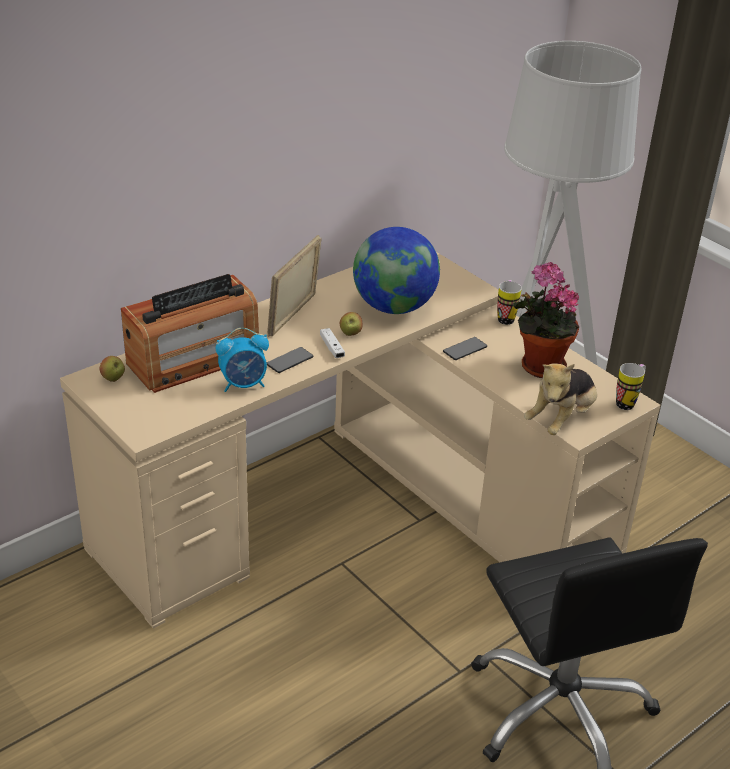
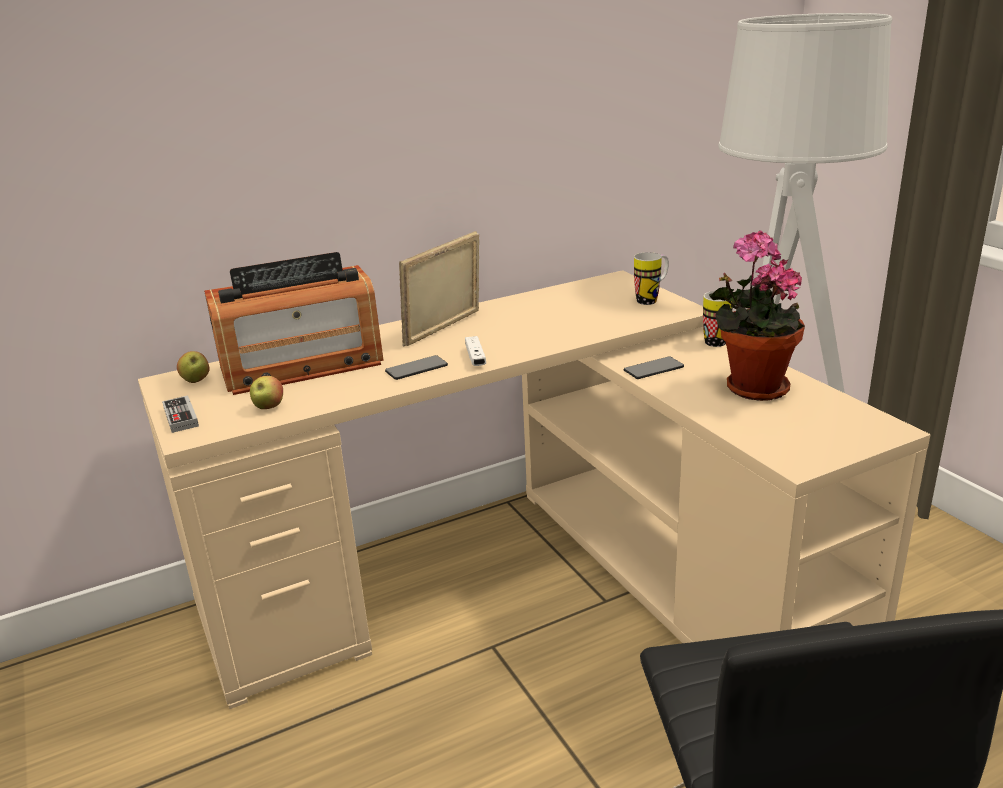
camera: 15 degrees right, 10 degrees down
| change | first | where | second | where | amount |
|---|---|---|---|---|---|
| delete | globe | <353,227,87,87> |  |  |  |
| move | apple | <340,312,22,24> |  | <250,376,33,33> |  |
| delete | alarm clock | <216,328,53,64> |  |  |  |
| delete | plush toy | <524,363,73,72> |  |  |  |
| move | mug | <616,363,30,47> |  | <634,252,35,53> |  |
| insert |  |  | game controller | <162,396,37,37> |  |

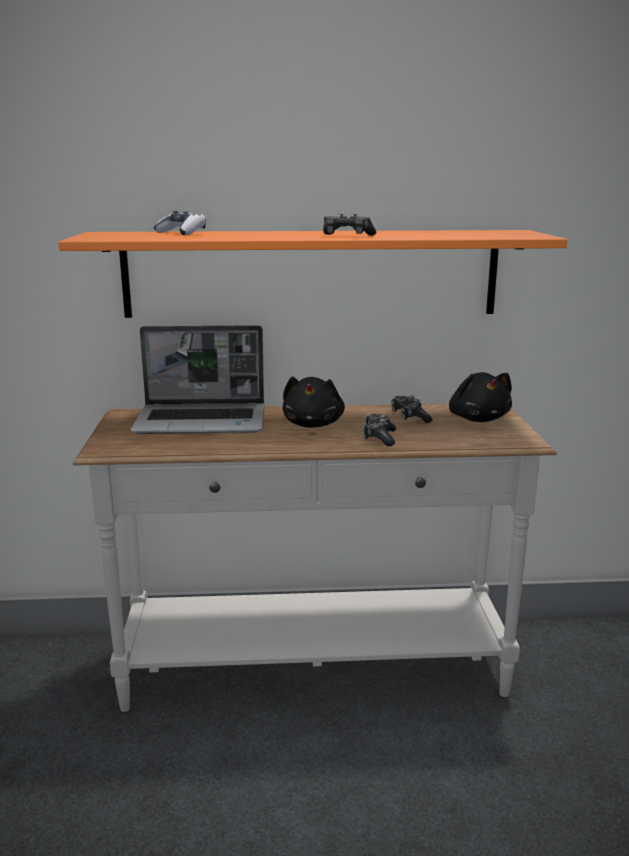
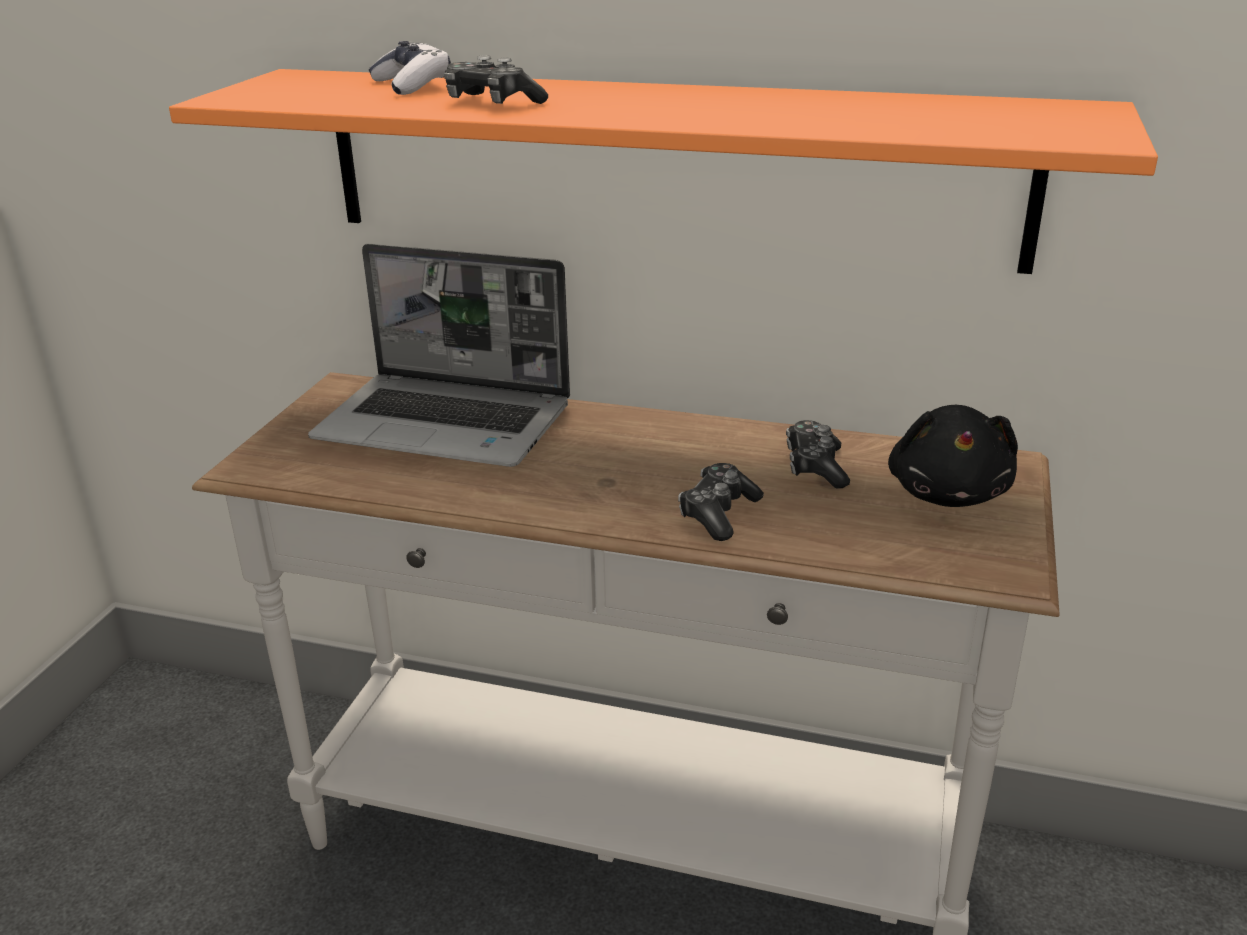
camera: 20 degrees right, 10 degrees up
| change | first | where | second | where | amount |
|---|---|---|---|---|---|
| move | game controller | <323,212,53,24> |  | <444,55,104,49> |  |
| delete | plush toy (black) | <283,376,62,52> |  |  |  |

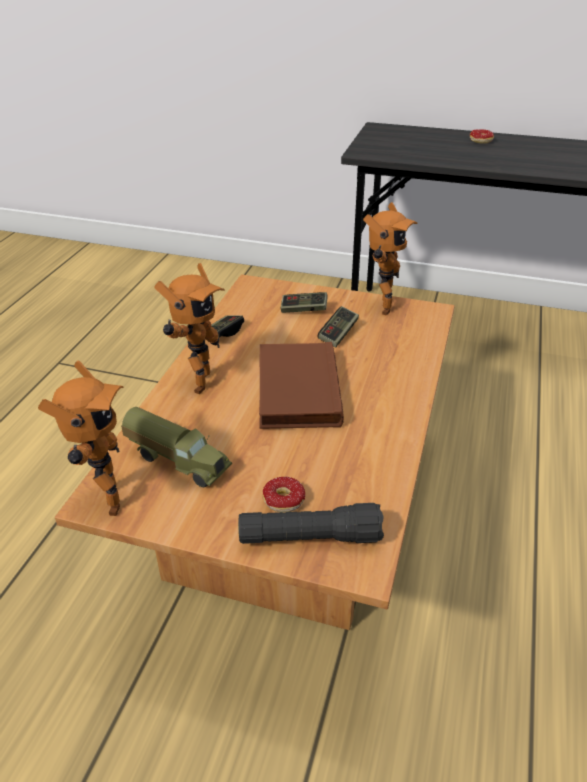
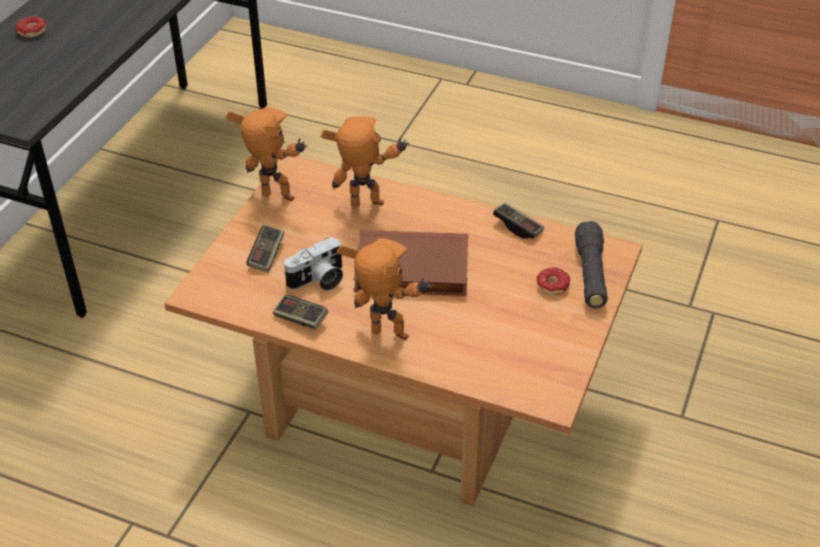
camera: 85 degrees left, 5 degrees up
| change | first | where | second | where | amount |
|---|---|---|---|---|---|
| move | game controller | <317,306,42,41> |  | <493,202,51,37> |  |
| move | toy robot | <38,361,86,155> |  | <320,116,89,92> |  |
| delete | toy truck | <121,407,111,80> |  |  |  |
| insert |  |  | photo camera | <283,237,60,53> |  |

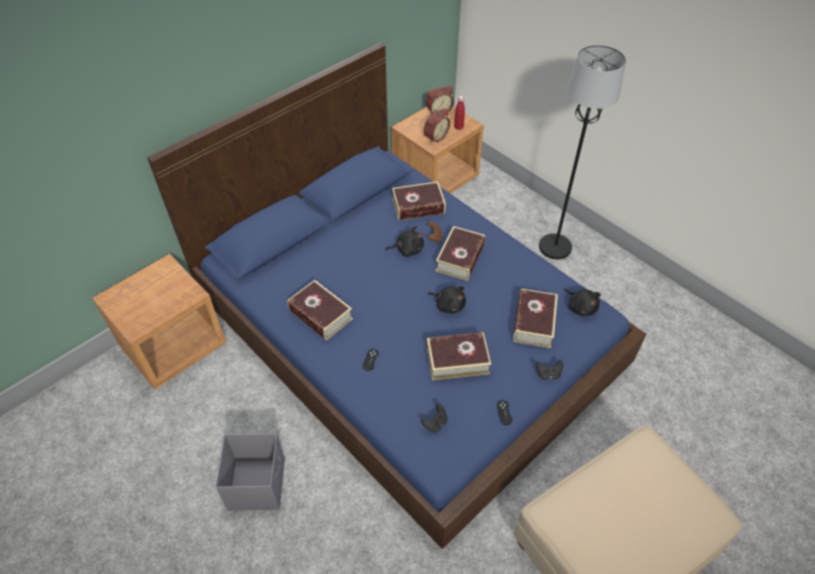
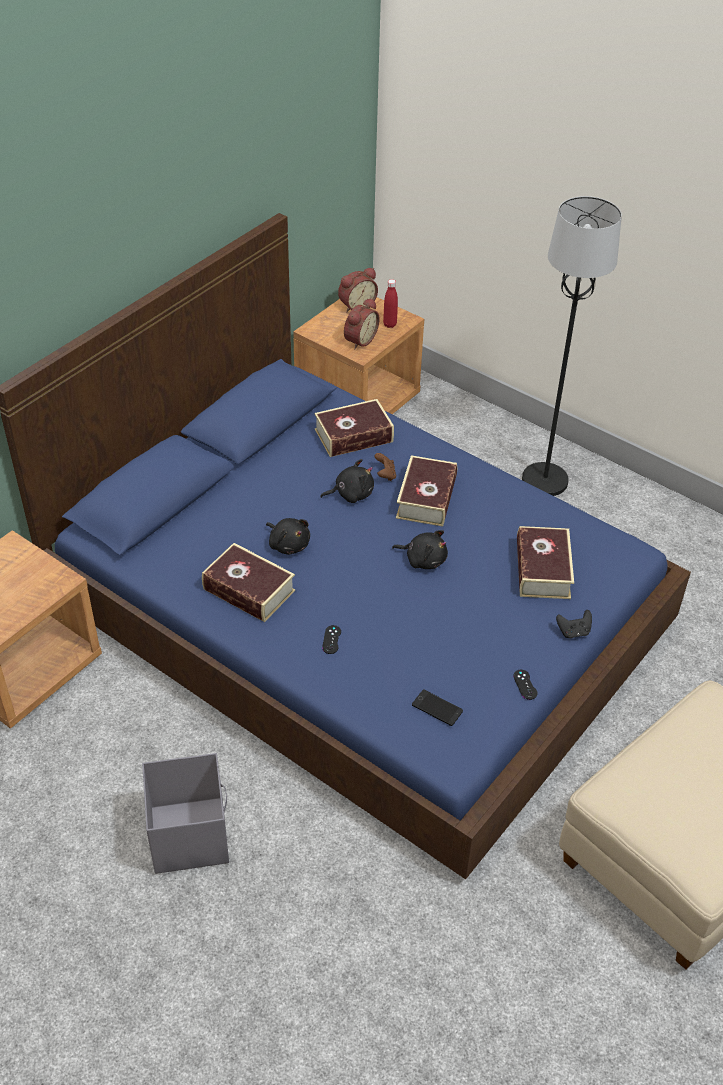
camera: 10 degrees left, 5 degrees down
| change | first | where | second | where | amount |
|---|---|---|---|---|---|
| move | plush toy (black) | <565,289,36,27> |  | <266,518,44,37> |  |
| delete | book | <427,332,64,48> |  |  |  |
| replace | game controller (black) | <421,404,26,29> | phone | <412,689,51,37> |  |

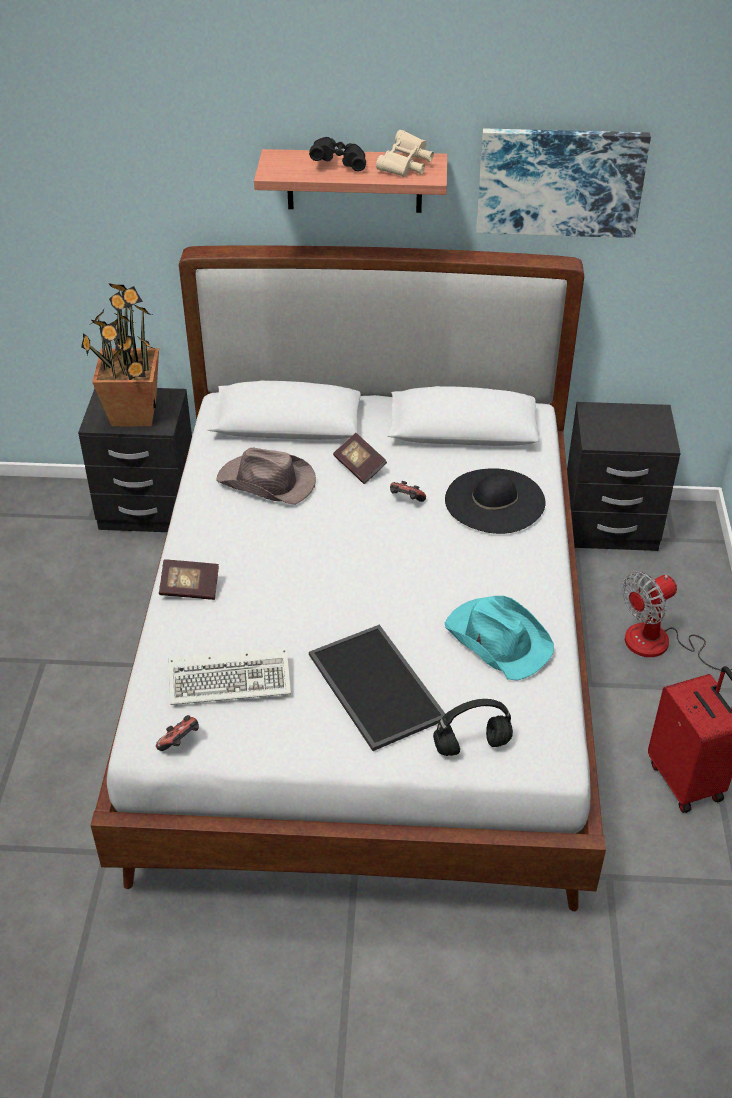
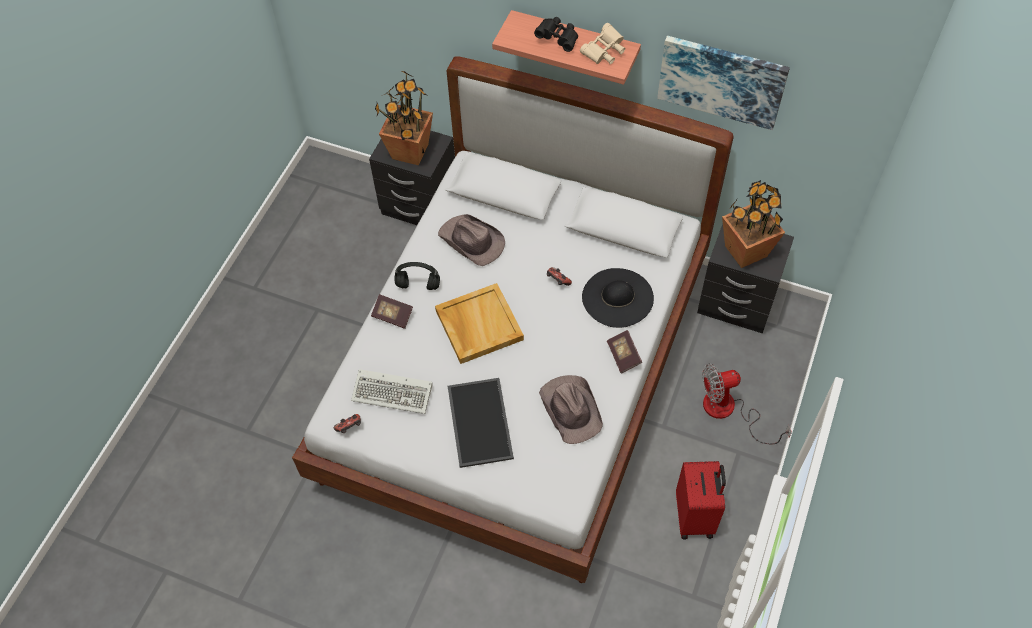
camera: 20 degrees right, 15 degrees up
| change | first | where | second | where | amount |
|---|---|---|---|---|---|
| move | book | <333,433,54,51> |  | <607,330,35,44> |  |
| recolor | hat (turquoise) | <445,596,109,85> | hat (brown) | <539,375,64,69> |  |
| move | headphones (black) | <433,699,80,57> |  | <394,262,46,28> |  |
| insert |  |  | potted plant | <722,180,63,88> |  |
| insert |  |  | tray (beige) | <435,283,89,81> |  |

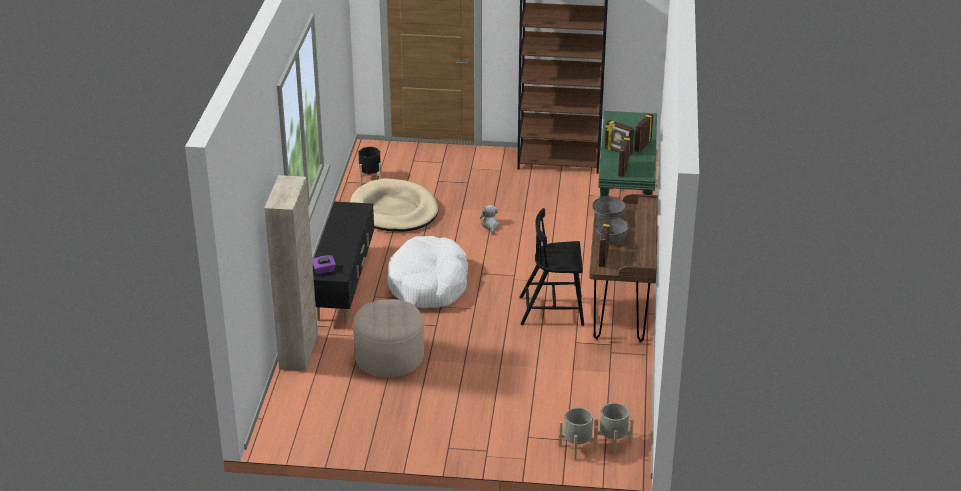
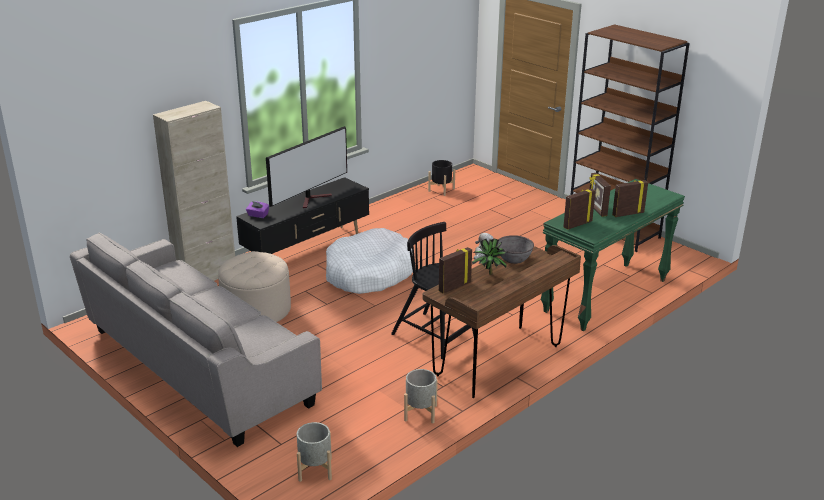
camera: 40 degrees right, 5 degrees down
| change | first | where | second | where | amount |
|---|---|---|---|---|---|
| delete | dog bed (beige) | <350,179,89,53> |  |  |  |
| replace | bowl (grey) | <595,217,35,27> | potted plant | <472,239,35,36> |  |
| move | planter (grey) | <559,408,39,52> |  | <404,369,34,55> |  |
| insert |  |  | television | <266,126,81,82> |  |
| insert |  |  | sofa (grey) | <70,233,252,214> |  |

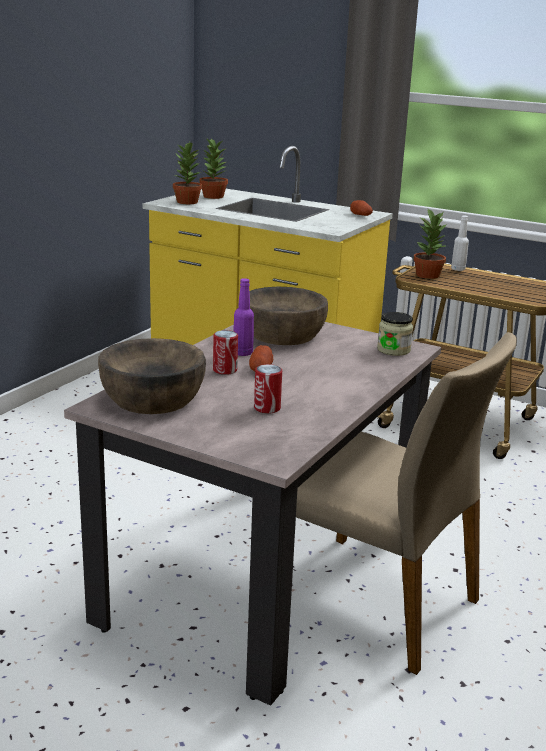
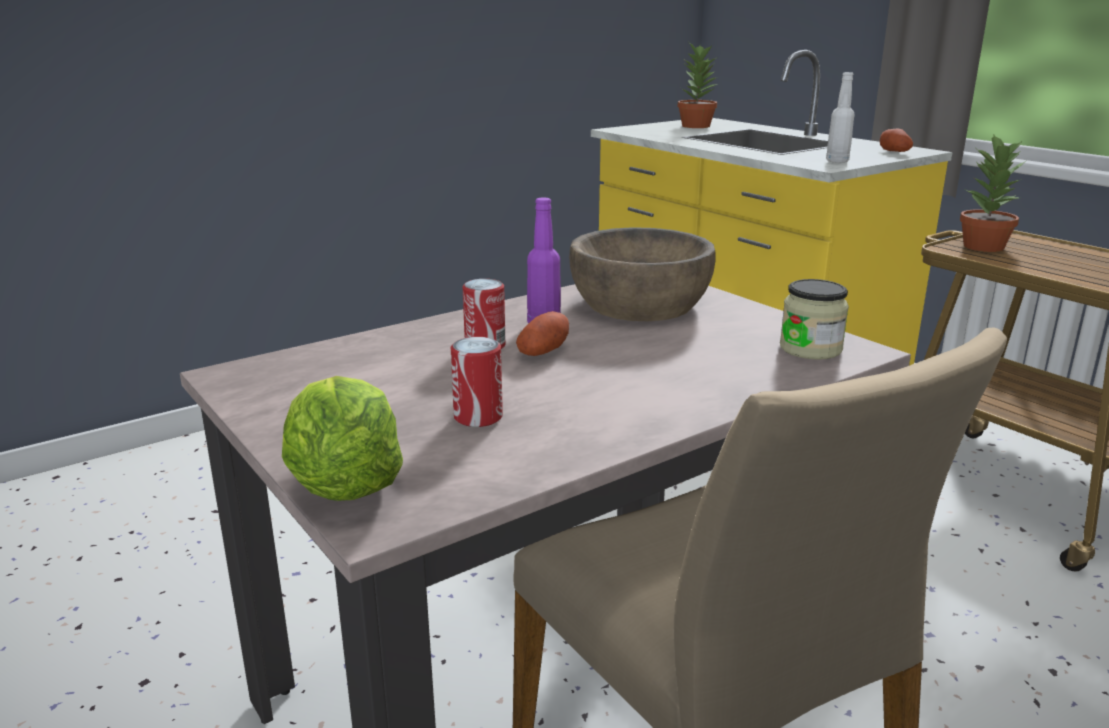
camera: 25 degrees right, 0 degrees up
| change | first | where | second | where | amount |
|---|---|---|---|---|---|
| delete | potted plant | <173,142,29,62> |  |  |  |
| move | bottle (white) | <451,215,18,56> |  | <826,72,28,91> |  |
| delete | bowl (brown) | <98,338,108,76> |  |  |  |
| insert |  |  | lettuce | <282,376,121,125> |  |

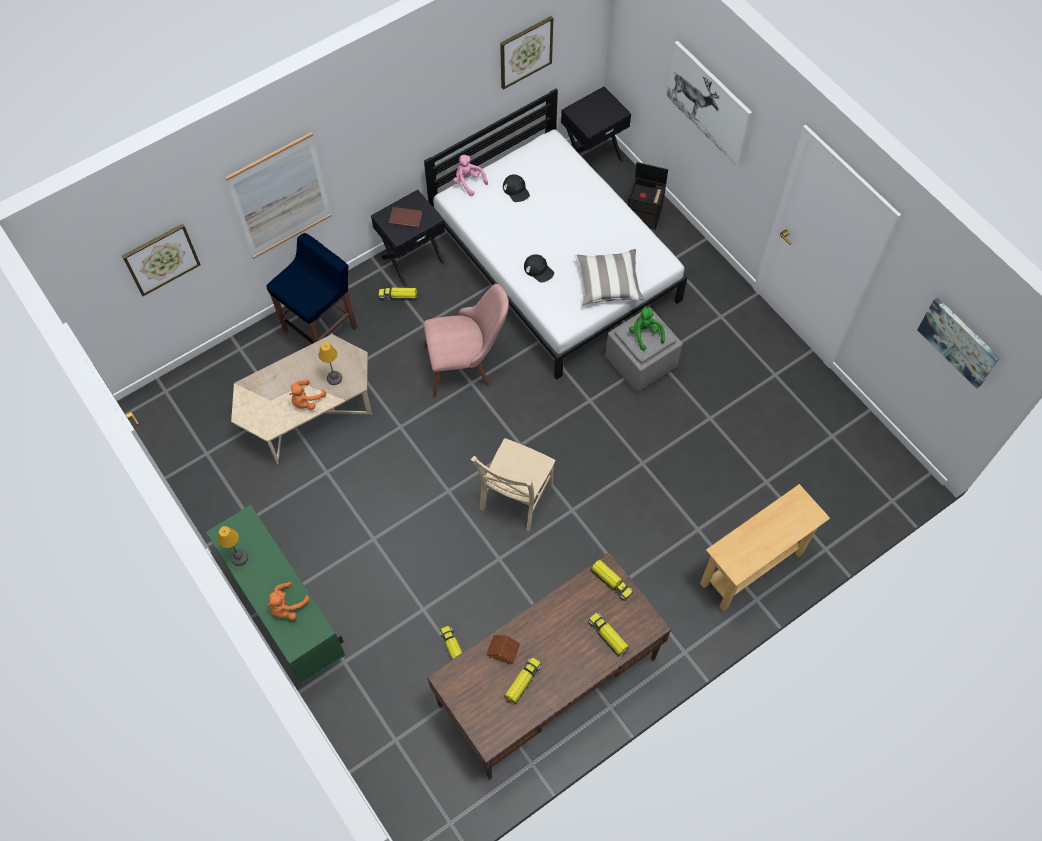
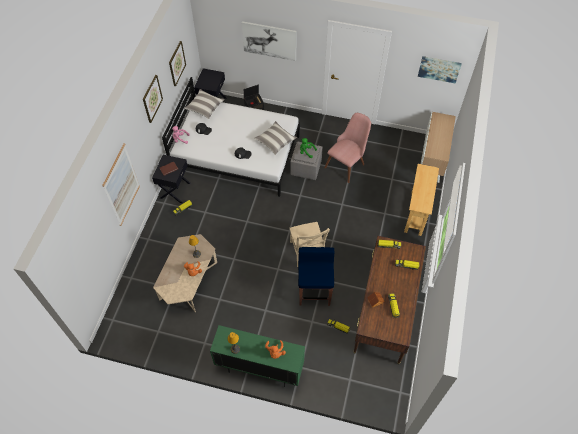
camera: 40 degrees left, 5 degrees down
| change | first | where | second | where | amount |
|---|---|---|---|---|---|
| move | picture | <122,224,78,72> |  | <143,75,20,48> |  |
| move | stool (blue) | <266,233,91,111> |  | <298,247,36,59> |  |
| move | chair (pink) | <423,284,86,114> |  | <324,113,47,70> |  |
| insert |  |  | pillow | <184,89,41,30> |  |
| insert |  |  | cabinet | <421,112,35,71> |  |

